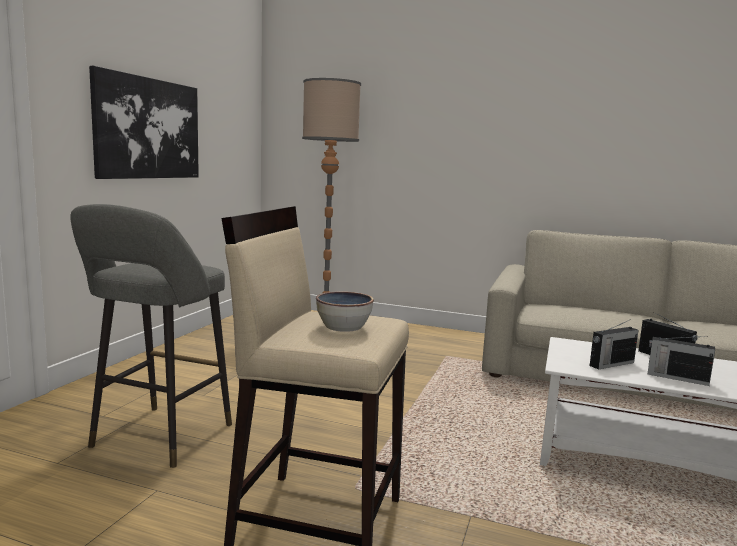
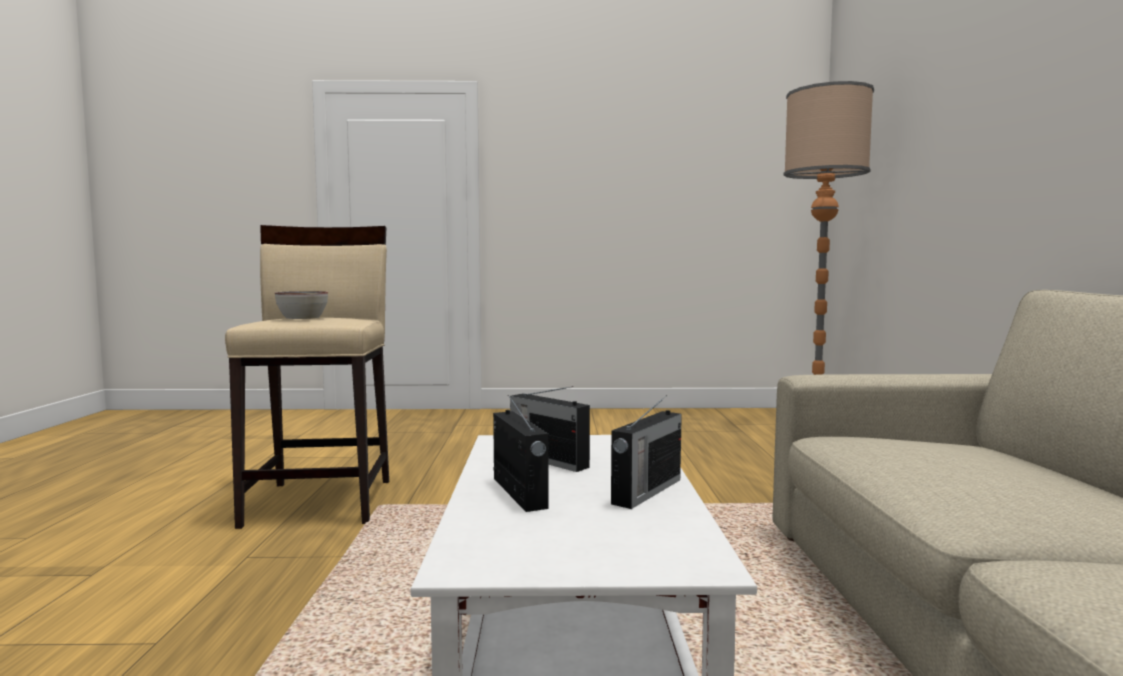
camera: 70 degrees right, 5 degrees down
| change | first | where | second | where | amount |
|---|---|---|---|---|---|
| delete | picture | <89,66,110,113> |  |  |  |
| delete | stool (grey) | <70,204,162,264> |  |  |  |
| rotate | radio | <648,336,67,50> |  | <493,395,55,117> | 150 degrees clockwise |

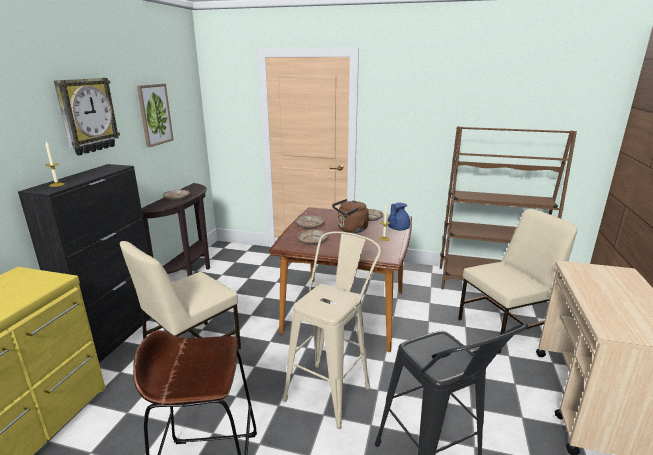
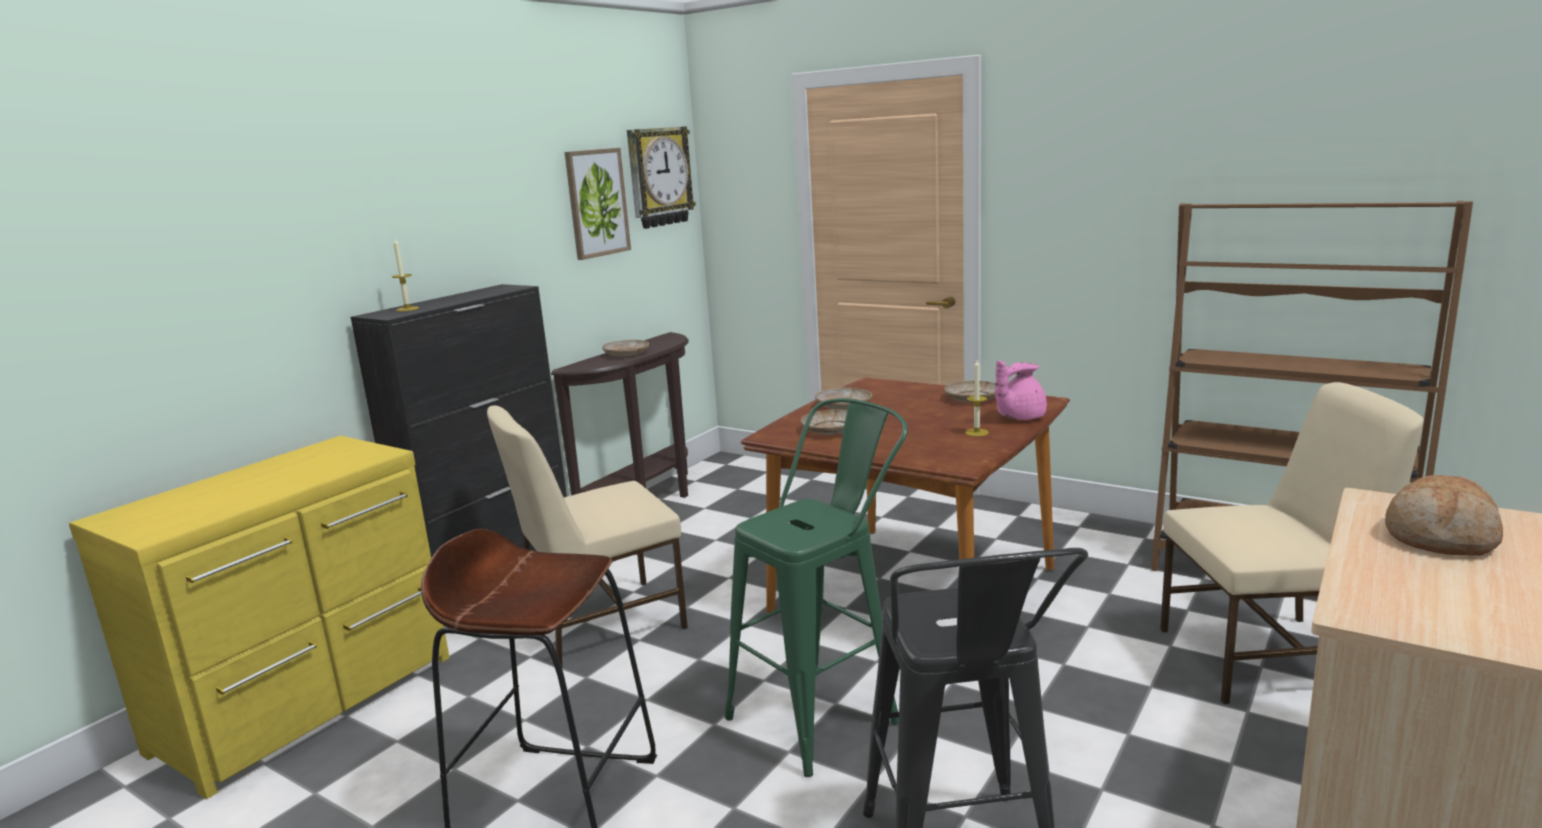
camera: 20 degrees right, 5 degrees down
| change | first | where | second | where | amount |
|---|---|---|---|---|---|
| move | wall clock | <54,78,66,77> |  | <627,126,69,103> |  |
| delete | kettle (brown) | <332,199,37,34> |  |  |  |
| recolor | teapot (blue) | <388,203,22,27> | teapot (pink) | <995,361,52,59> |  |
| recolor | stool (beige) | <283,231,98,198> | stool (green) | <725,399,183,378> |  |
| insert |  |  | bread | <1385,475,118,81> |  |

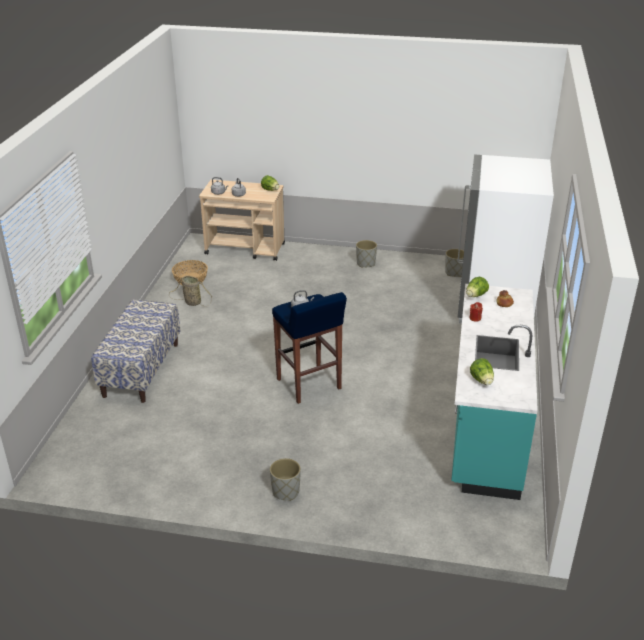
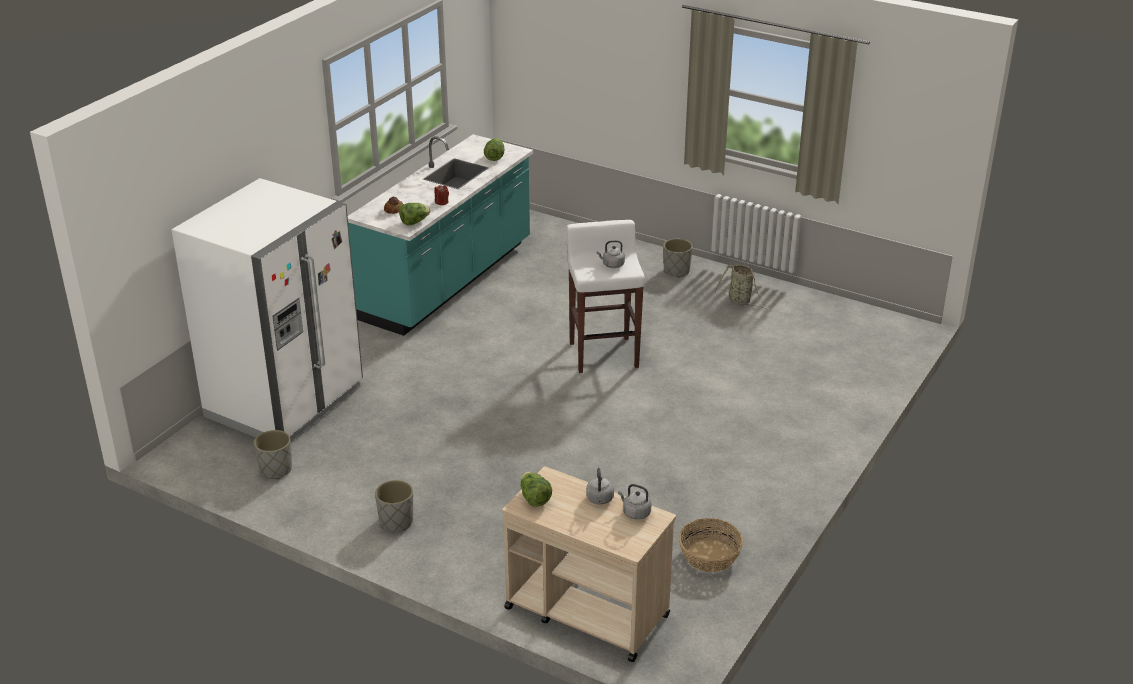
camera: 160 degrees left, 0 degrees up
| change | first | where | second | where | amount |
|---|---|---|---|---|---|
| move | basket | <169,276,43,30> |  | <714,264,55,45> |  |
| recolor | stool (blue) | <272,292,75,112> | stool (white) | <566,220,79,153> |  |
| delete | bench | <91,300,89,103> |  |  |  |

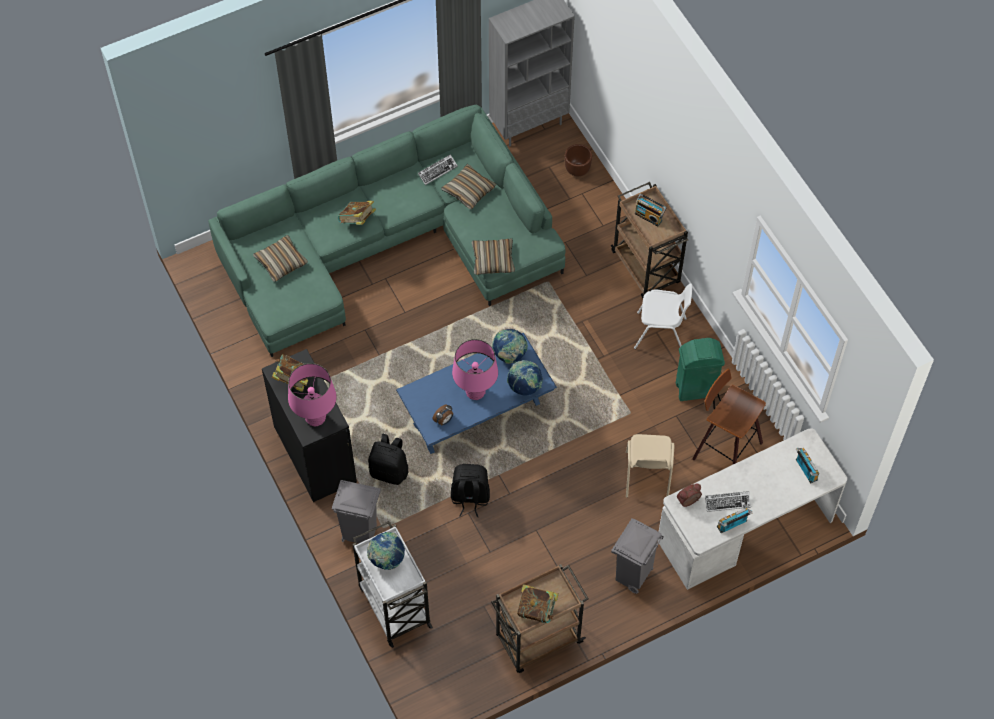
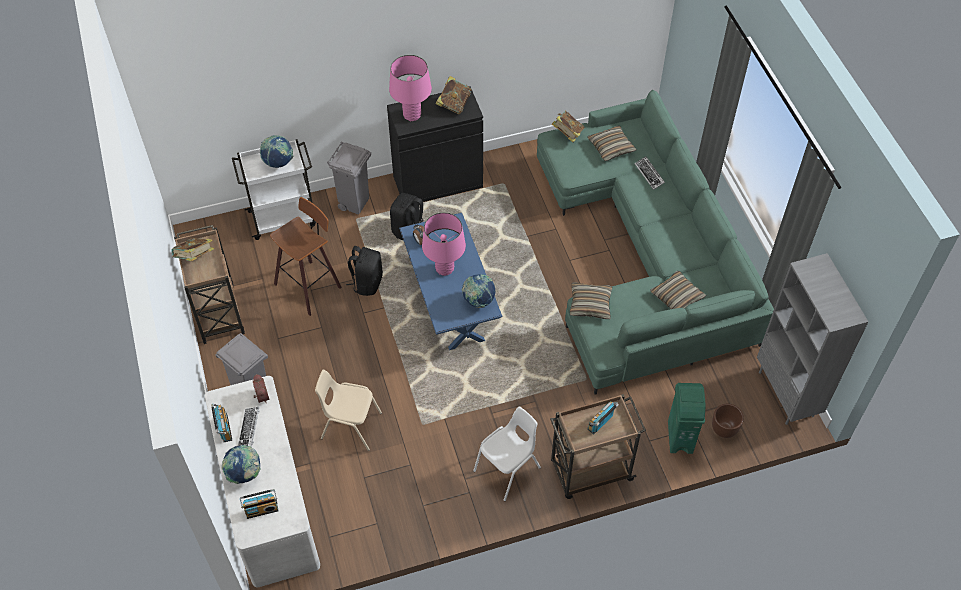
camera: 100 degrees right, 5 degrees down
| change | first | where | second | where | amount |
|---|---|---|---|---|---|
| move | keyboard | <418,154,40,31> |  | <635,156,30,34> |  |
| move | book | <338,201,38,24> |  | <552,111,33,32> |  |
| rotate | chair (white) | <634,283,58,66> |  | <473,406,68,95> | 150 degrees counterclockwise |
| move | trash can (green) | <676,338,49,63> |  | <668,383,37,71> |  |
| move | globe | <507,360,36,36> |  | <222,445,39,39> |  |
| move | stool | <692,369,74,95> |  | <270,197,72,119> |  |

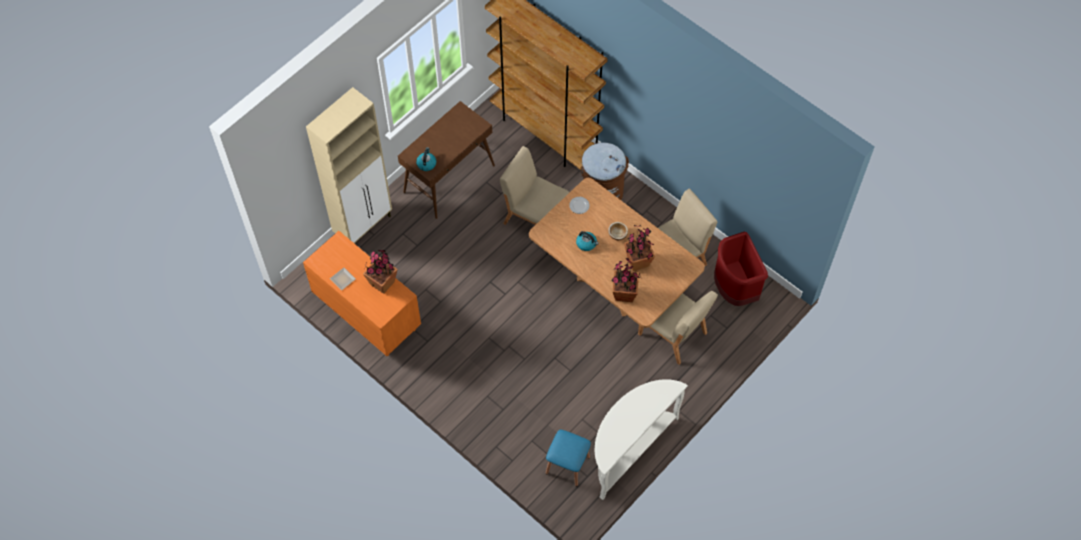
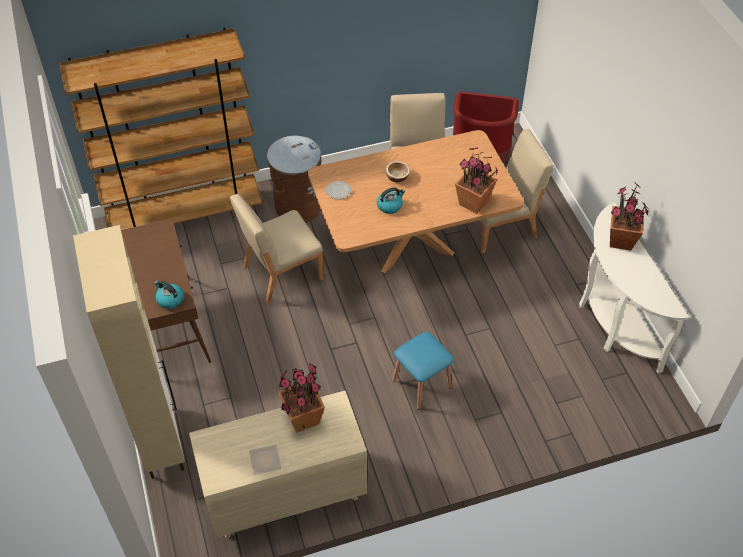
camera: 60 degrees left, 10 degrees down
| change | first | where | second | where | amount |
|---|---|---|---|---|---|
| move | potted plant | <624,225,31,46> |  | <610,181,39,70> |  |
| recolor | dresser (orange) | <303,231,118,125> | dresser (beige) | <189,391,178,147> |  |
| move | stool (blue) | <546,430,45,57> |  | <392,332,62,78> |  |

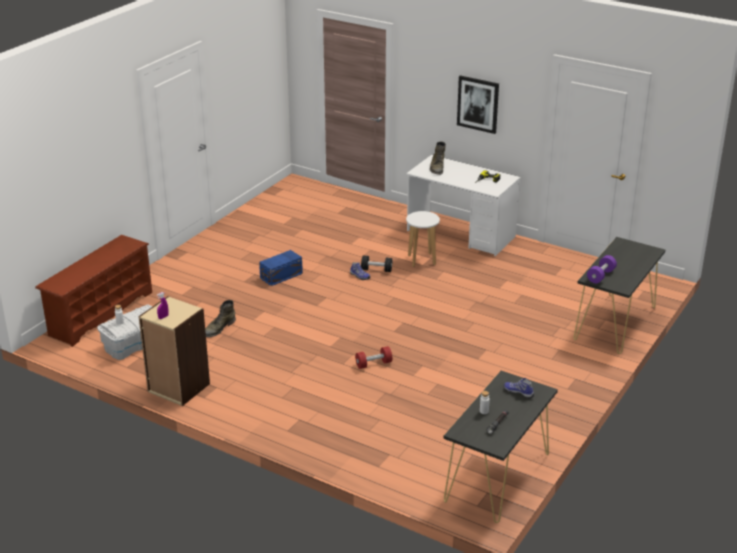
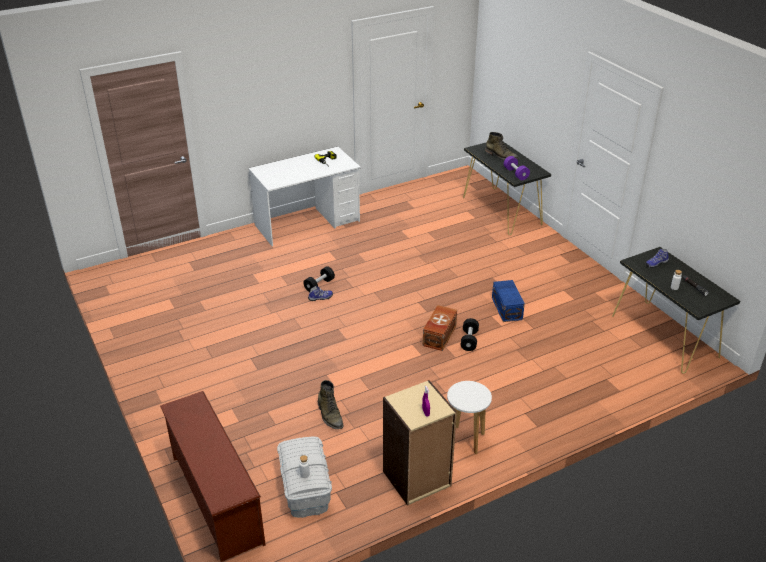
camera: 60 degrees left, 5 degrees up
| change | first | where | second | where | amount |
|---|---|---|---|---|---|
| delete | picture | <457,75,42,59> |  |  |  |
| move | boot (green) | <430,141,16,34> |  | <485,132,34,28> |  |
| move | stool (white) | <406,211,34,56> |  | <447,381,45,73> |  |
| move | storage box (blue) | <259,250,44,36> |  | <492,280,33,42> |  |
| recolor | dumbbell (red) | <355,346,37,23> | dumbbell (black) | <461,318,18,33> |  |
| insert |  |  | storage box (brown) | <423,305,34,46> |  |

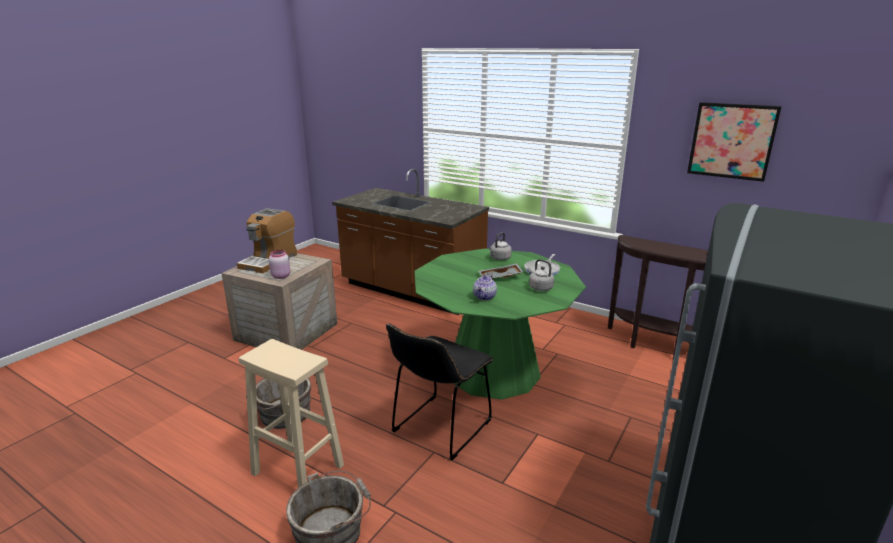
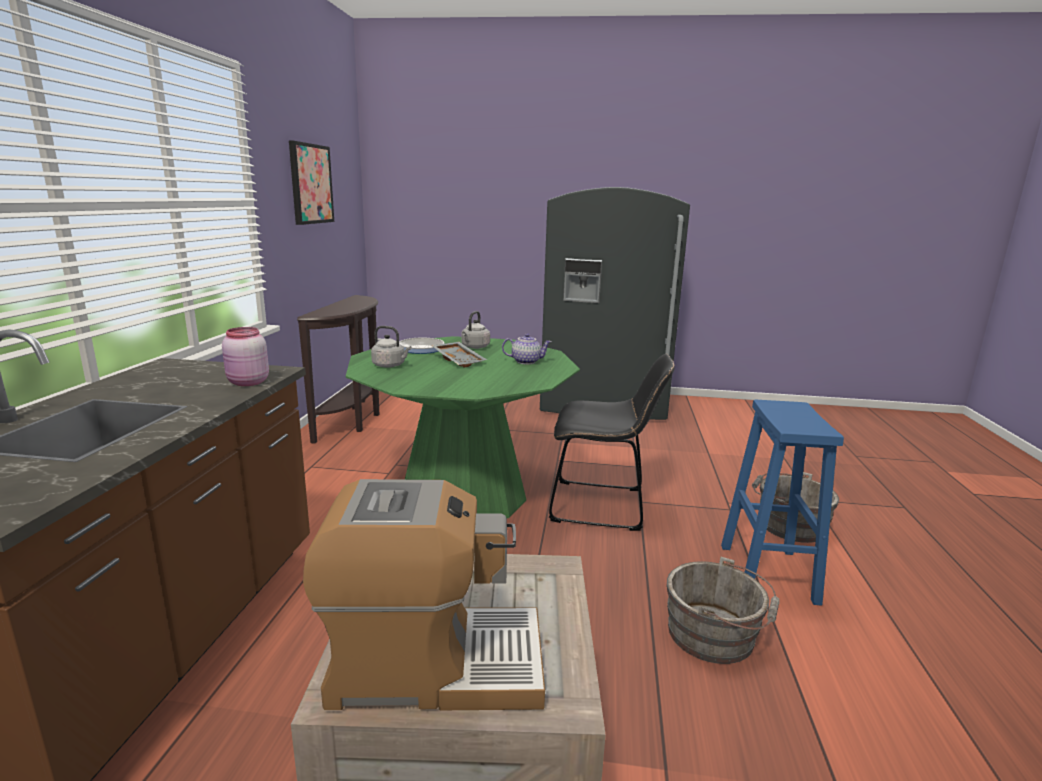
camera: 115 degrees left, 5 degrees down
| change | first | where | second | where | amount |
|---|---|---|---|---|---|
| move | jar (pink) | <269,250,21,29> |  | <222,327,47,59> |  |
| recolor | stool (beige) | <239,339,105,149> | stool (blue) | <721,400,123,206> |  |

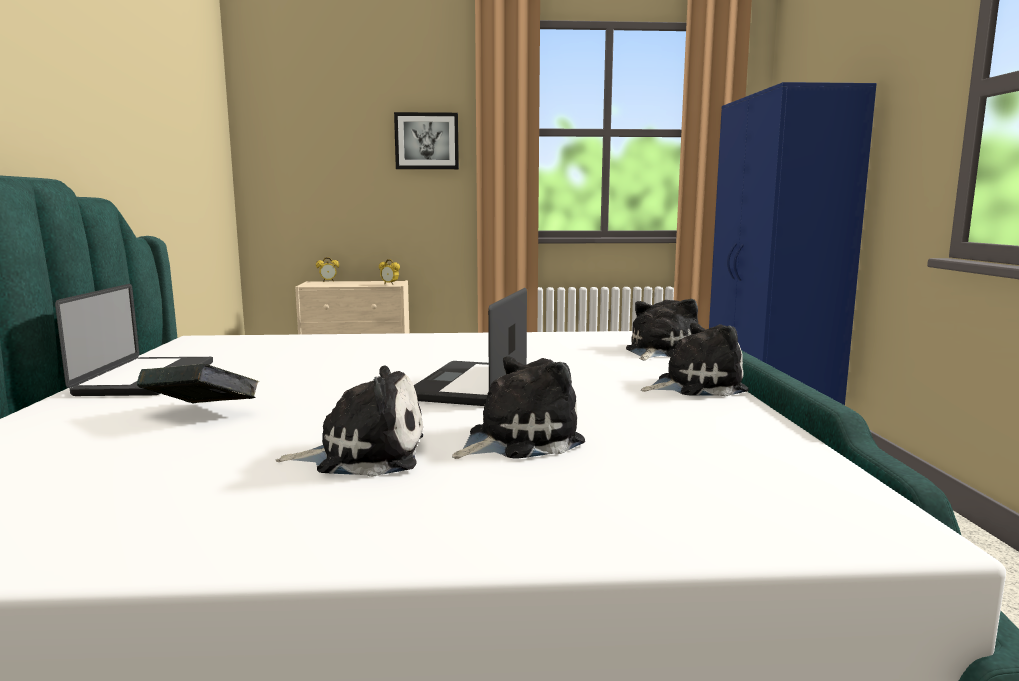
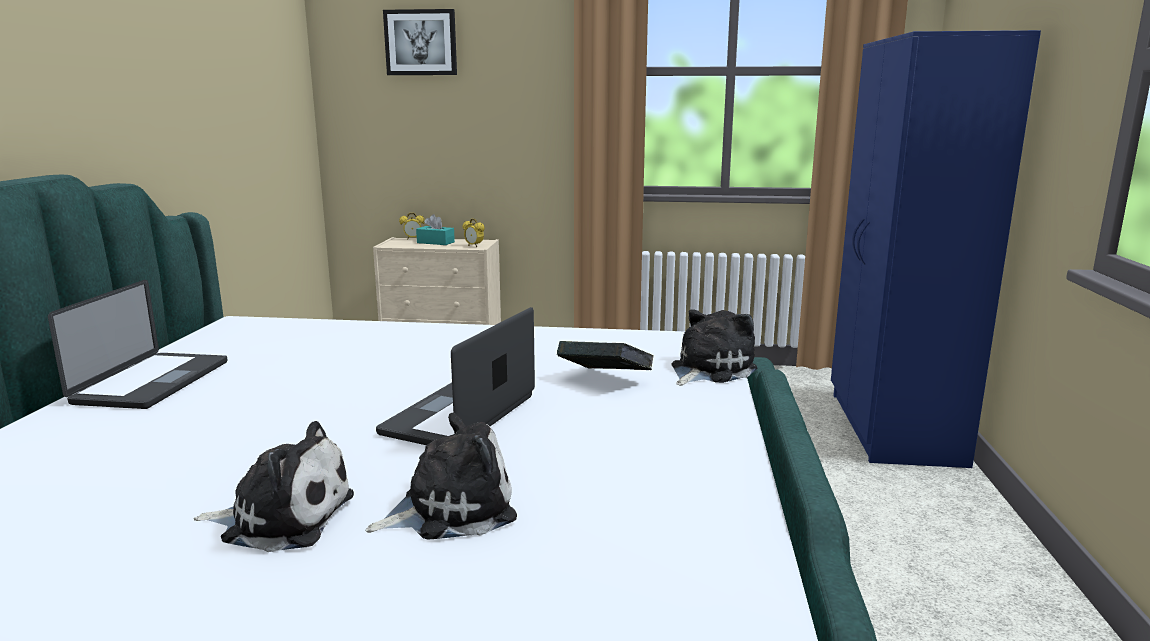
camera: 10 degrees right, 5 degrees up
| change | first | where | second | where | amount |
|---|---|---|---|---|---|
| move | picture | <394,112,65,57> |  | <383,9,74,66> |  |
| delete | plush toy | <641,323,107,74> |  |  |  |
| move | book | <137,364,122,39> |  | <557,341,97,29> |  |
| insert |  |  | tissue box (turquoise) | <416,214,39,31> |  |

